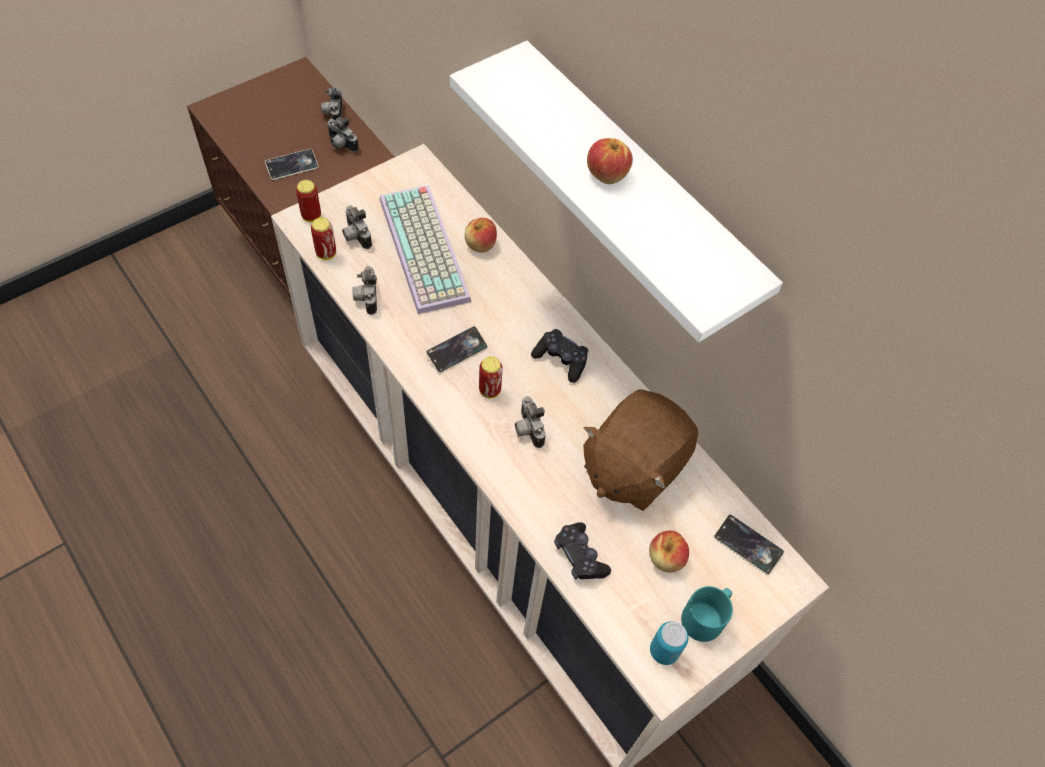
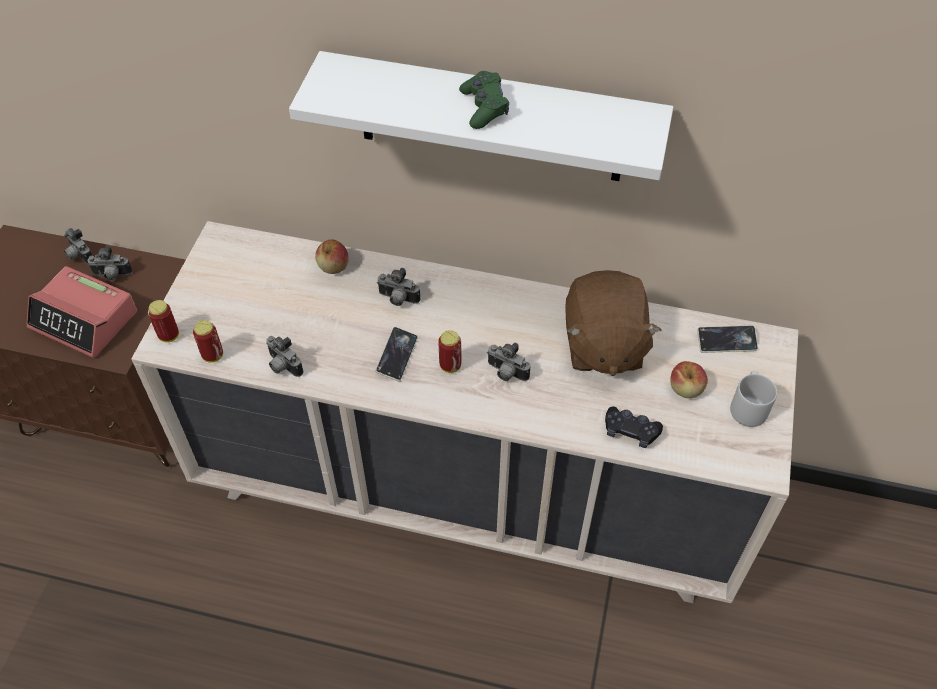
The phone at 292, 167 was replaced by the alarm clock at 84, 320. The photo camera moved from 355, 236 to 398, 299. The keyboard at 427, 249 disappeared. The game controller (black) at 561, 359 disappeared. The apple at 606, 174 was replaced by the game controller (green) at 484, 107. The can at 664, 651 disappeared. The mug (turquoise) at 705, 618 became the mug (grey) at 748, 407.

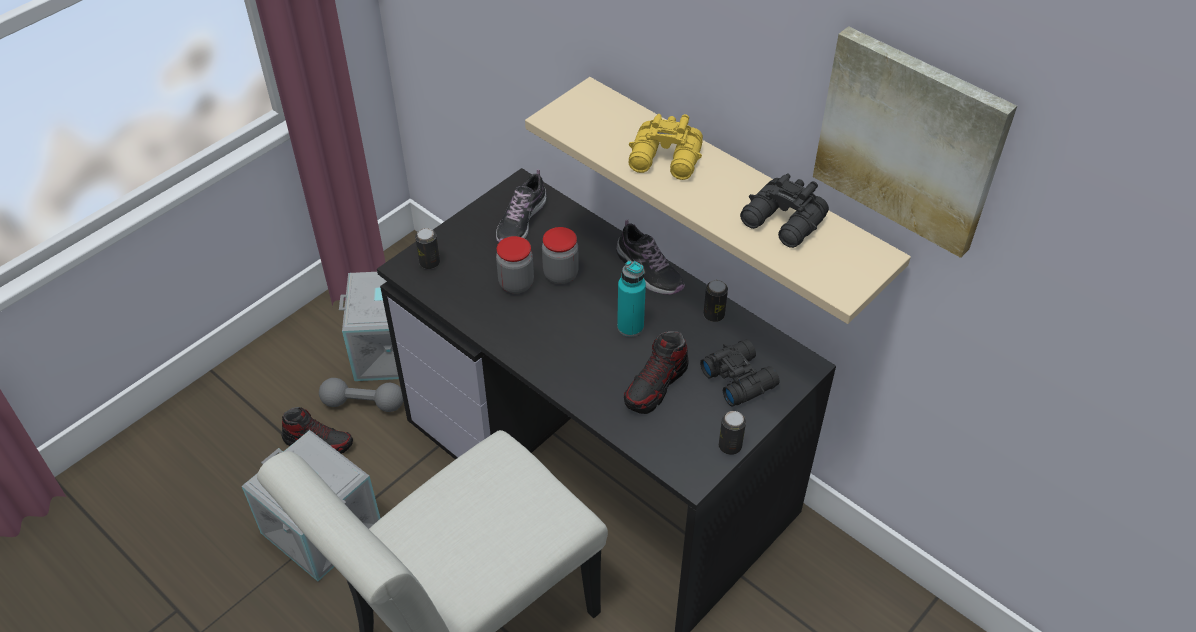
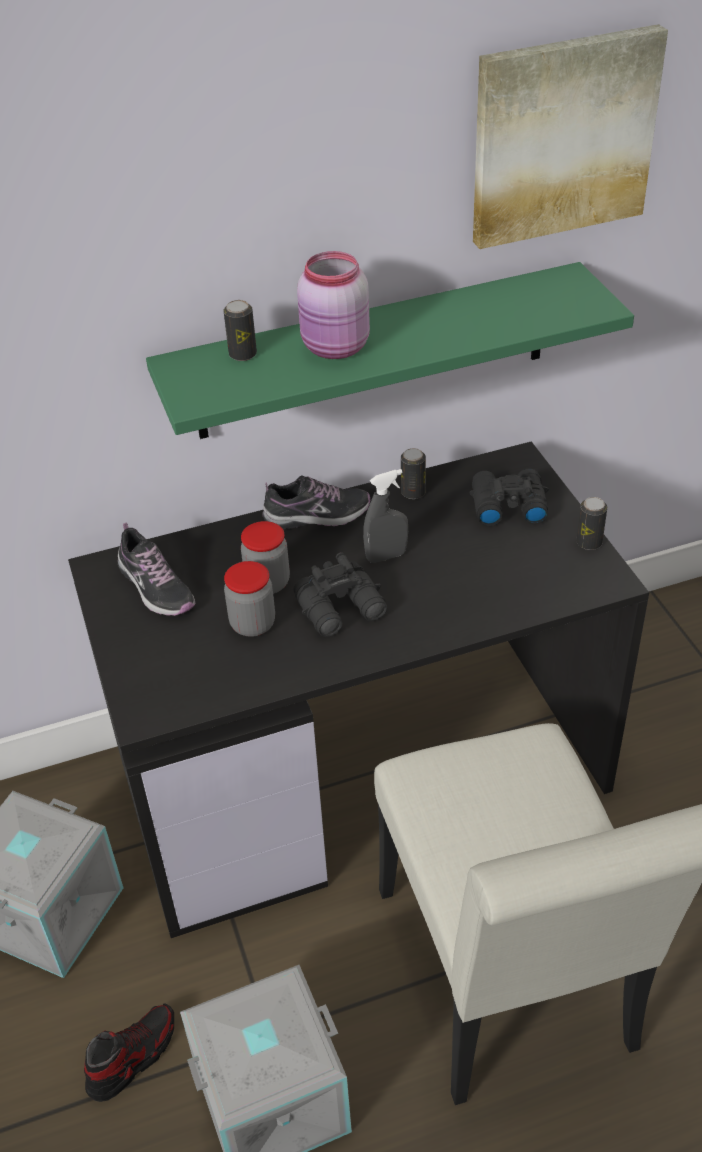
The dumbbell (grey) at 363, 403 disappeared. The can moved from 429, 263 to 243, 354. The shelf (beige) at 734, 193 became the shelf (green) at 373, 352. The bottle (turquoise) at 630, 327 was replaced by the spray bottle (grey) at 386, 556. The shoe at 656, 385 disappeared. The binoculars (yellow) at 666, 160 was replaced by the jar (pink) at 336, 348. The binoculars (black) moved from 783, 223 to 343, 609.

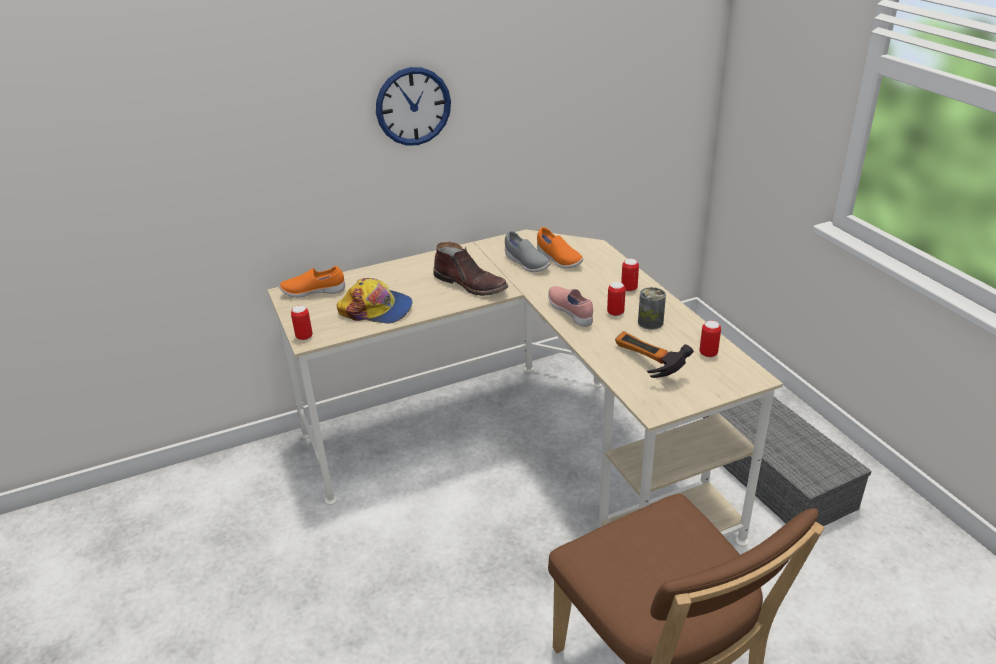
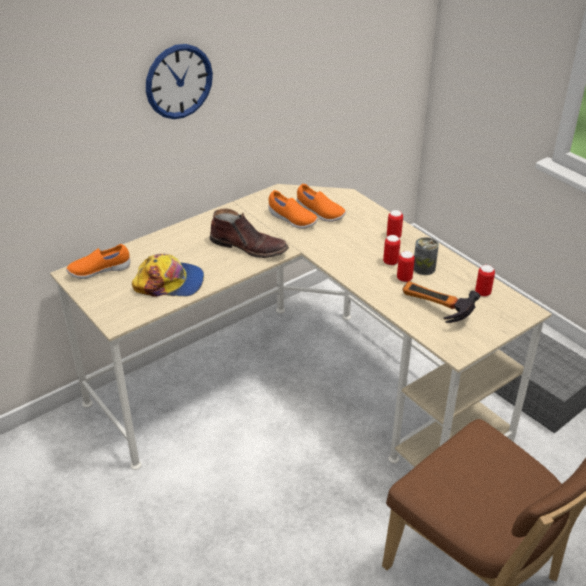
The can moved from 304, 337 to 404, 279. The shoe (grey) at 526, 263 became the shoe (orange) at 292, 220. The shoe (pink) at 571, 312 disappeared.

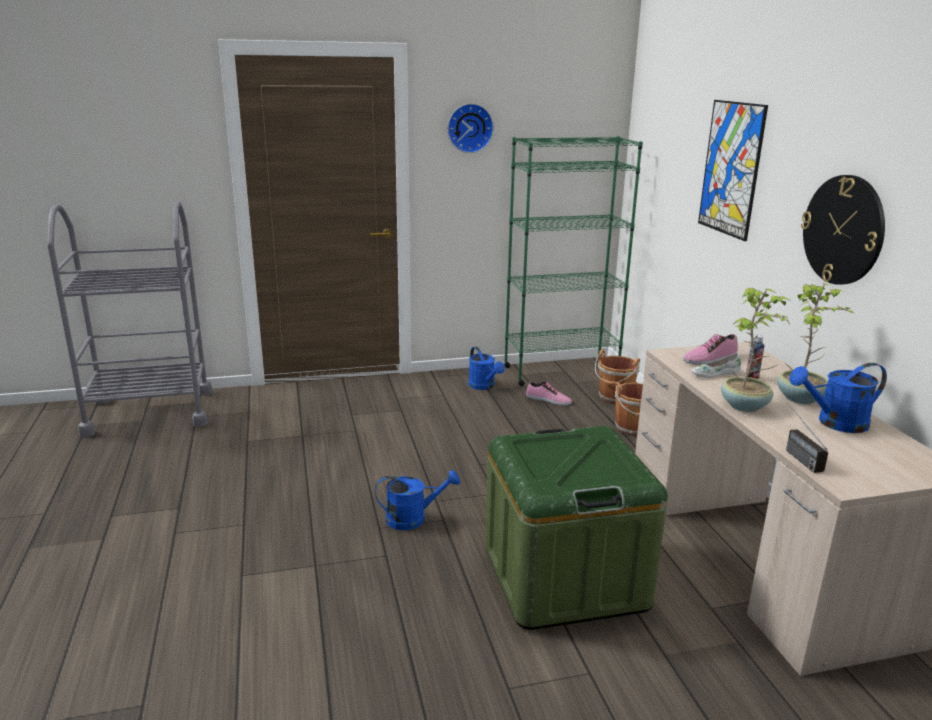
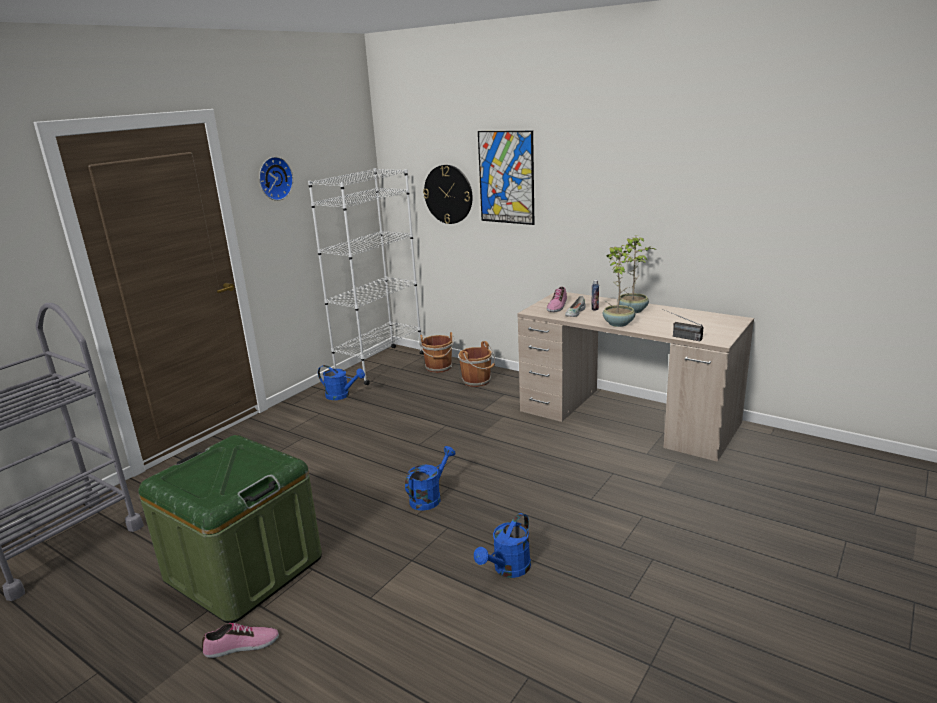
The storage box (green) moved from 564, 577 to 244, 569. The bookcase (green) at 561, 372 became the bookcase (white) at 380, 365. The shoe moved from 548, 400 to 242, 646. The watering can (blue) moved from 834, 423 to 508, 569. The wall clock moved from 843, 230 to 448, 194.

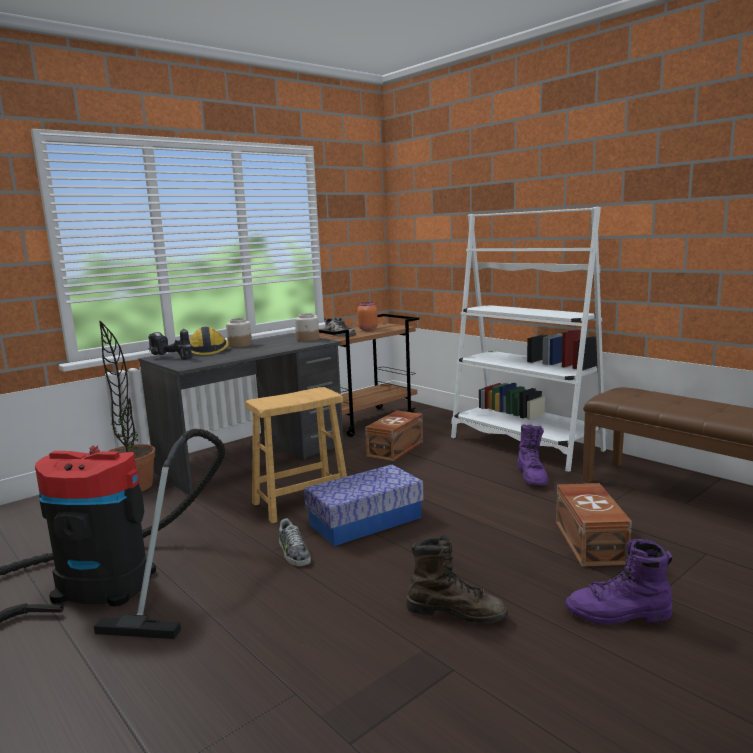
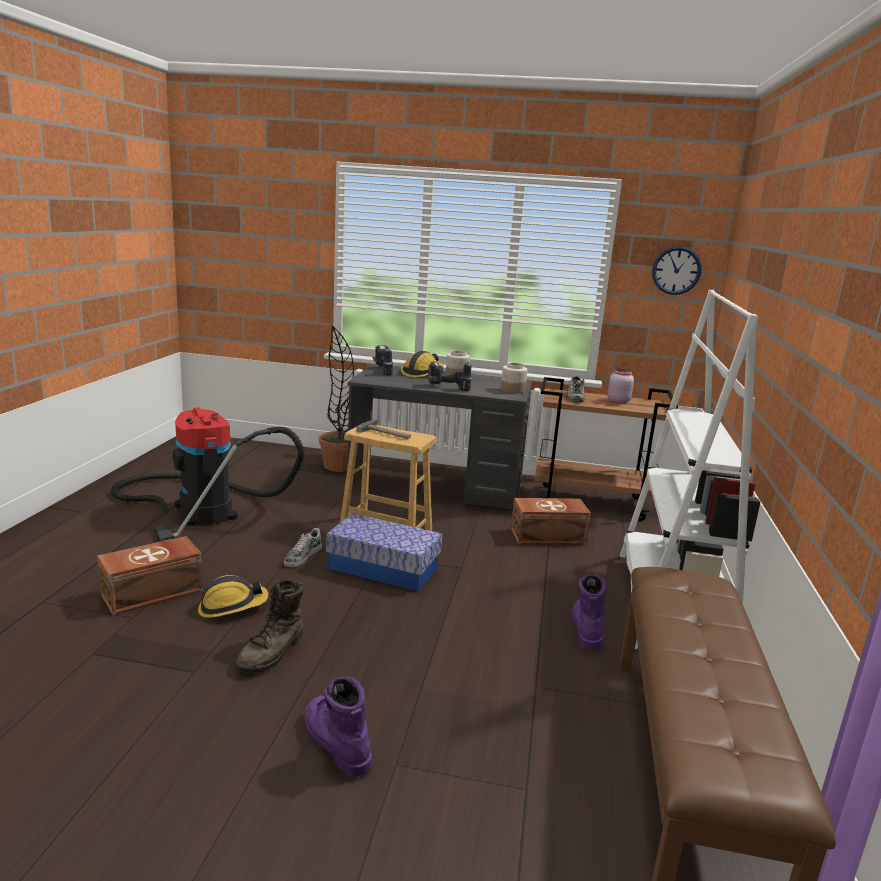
The jar (orange) at 367, 329 became the jar (pink) at 617, 401. The boot (brown) at 456, 612 turned 45 degrees clockwise. The boot (purple) at 532, 476 turned 135 degrees clockwise. The storage box (brown) moved from 591, 541 to 154, 593. The hard hat at 232, 606 appeared. The hammer at 387, 433 appeared. The power drill at 447, 388 appeared. The wall clock at 676, 270 appeared.

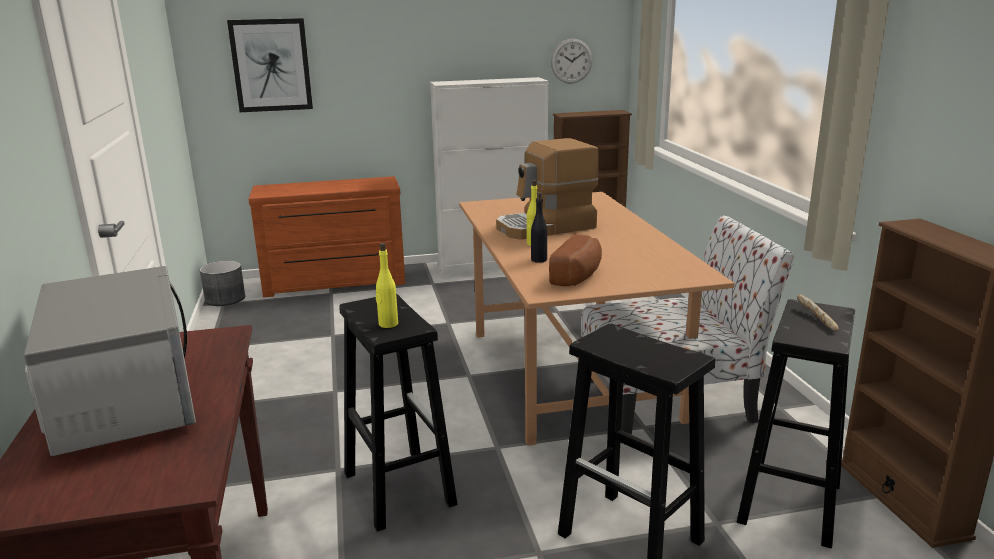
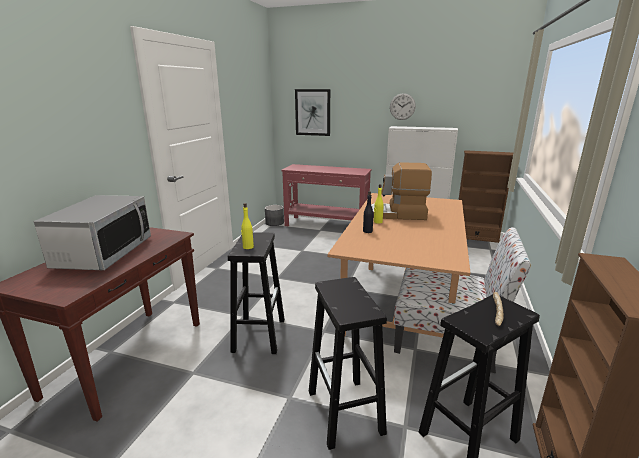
The dresser (brown) at 335, 283 was replaced by the console table (red) at 326, 225. The bread at 579, 276 disappeared. The wall clock moved from 571, 61 to 402, 106.

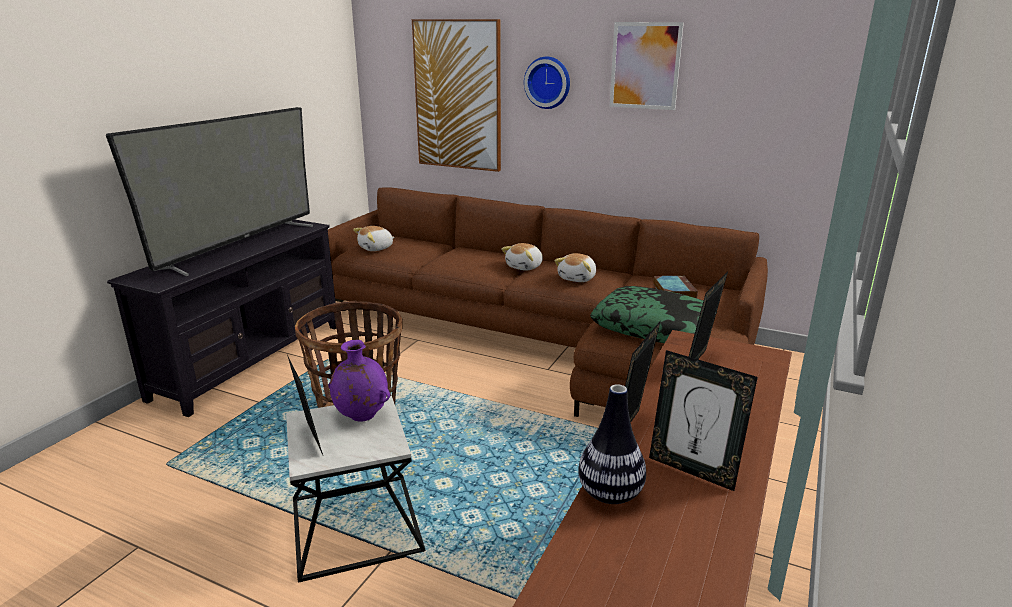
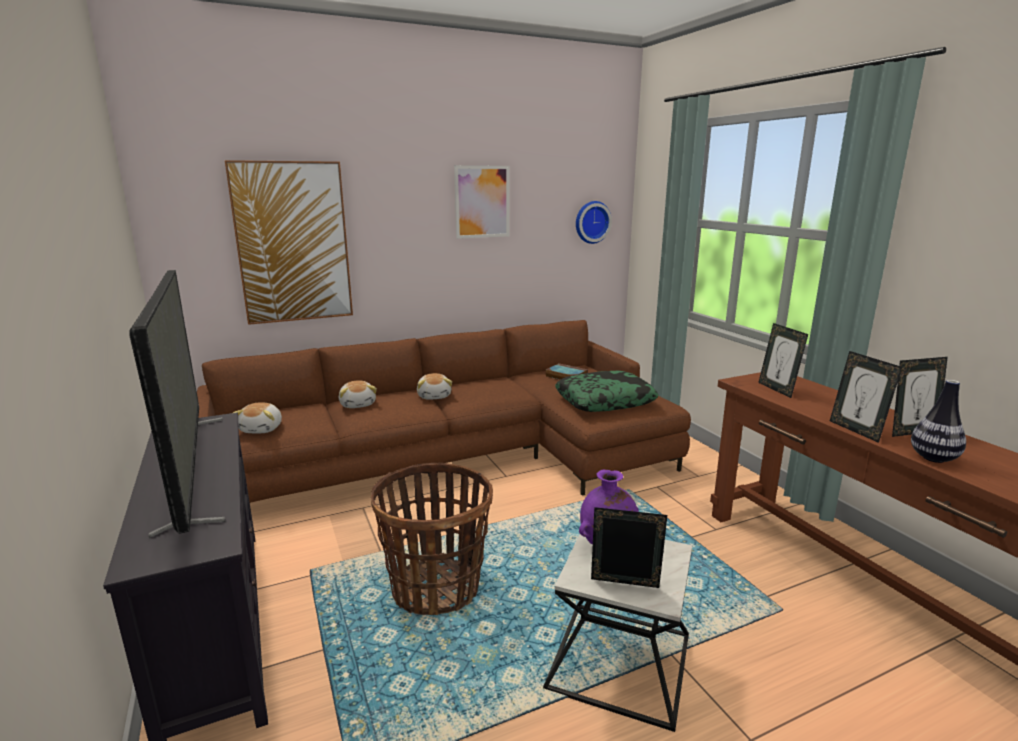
The wall clock moved from 548, 82 to 591, 222. The plush toy moved from 578, 278 to 358, 404.

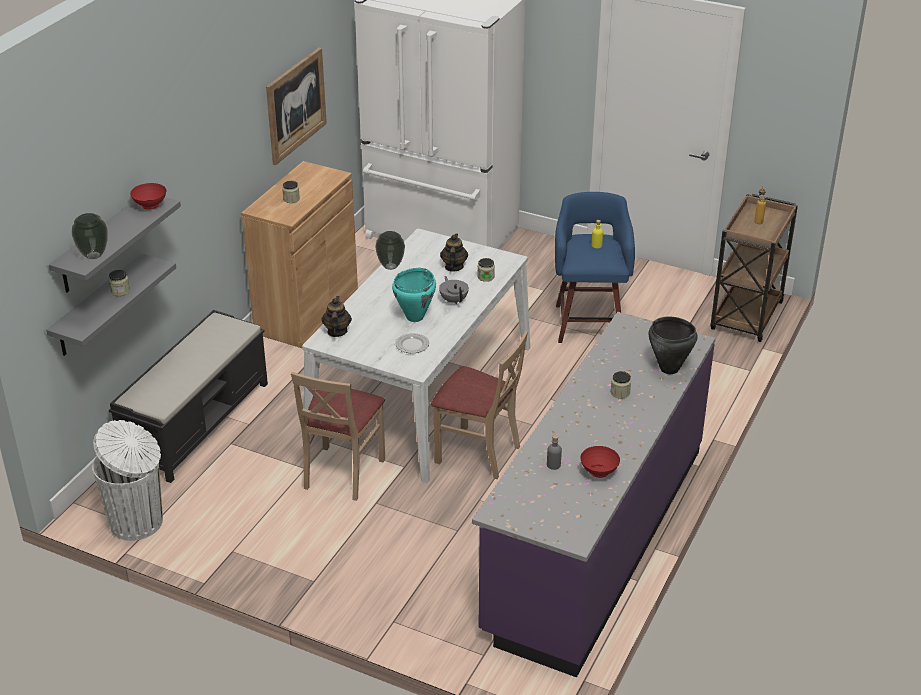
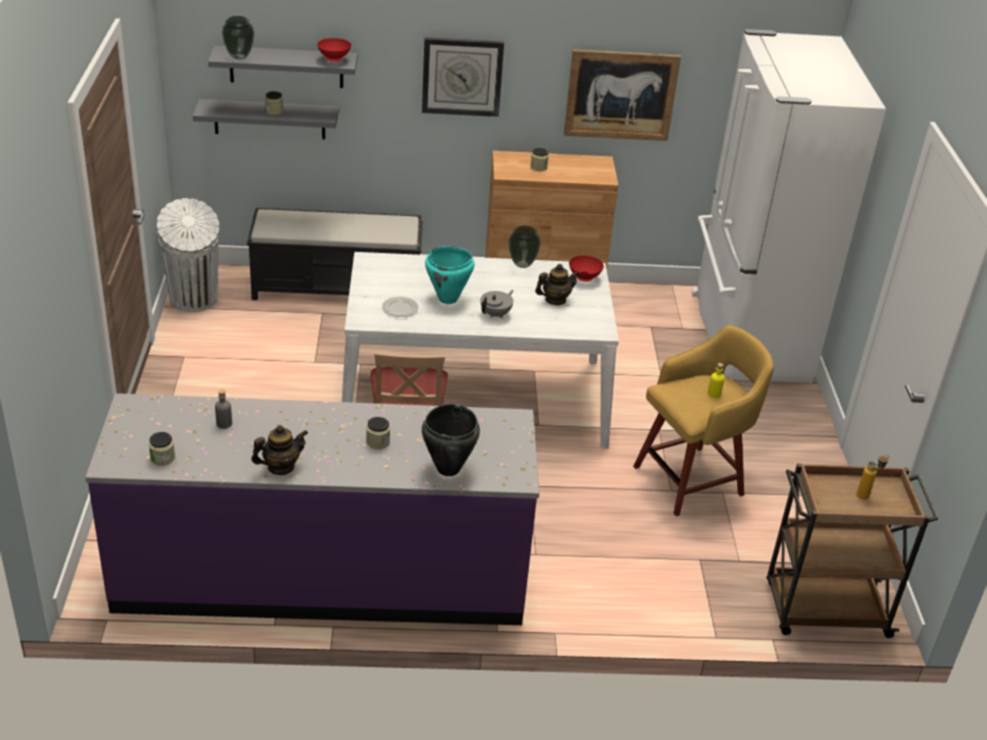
The chair (beige) at 342, 472 disappeared. The teapot moved from 337, 331 to 280, 467. The jar moved from 486, 277 to 162, 458. The stool (blue) at 589, 322 became the stool (yellow) at 692, 480. The bowl (red) moved from 599, 473 to 584, 279. The wall clock at 462, 76 appeared.

